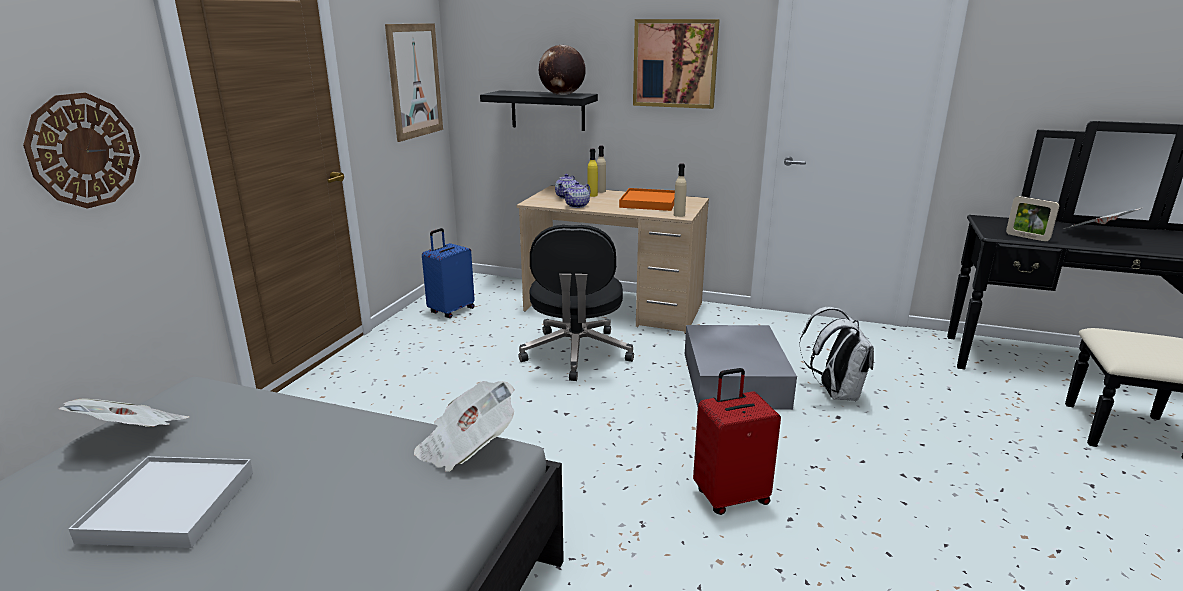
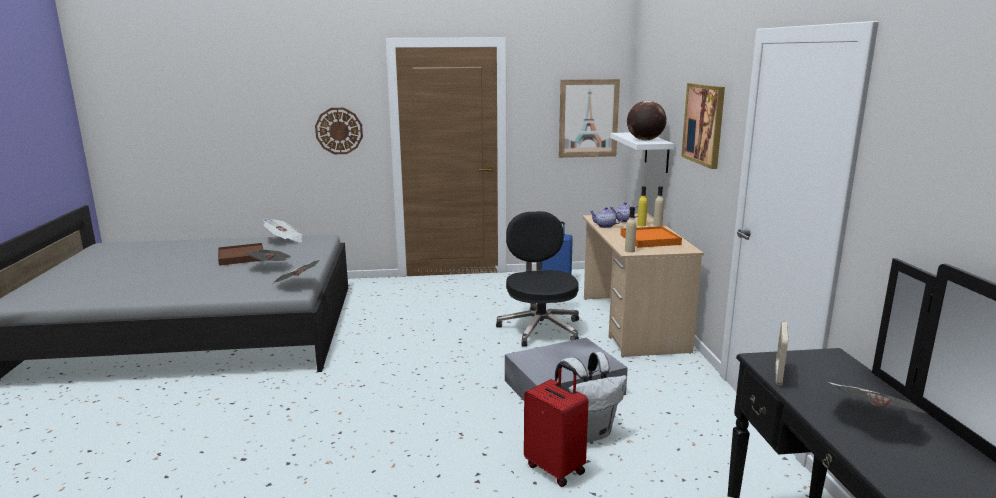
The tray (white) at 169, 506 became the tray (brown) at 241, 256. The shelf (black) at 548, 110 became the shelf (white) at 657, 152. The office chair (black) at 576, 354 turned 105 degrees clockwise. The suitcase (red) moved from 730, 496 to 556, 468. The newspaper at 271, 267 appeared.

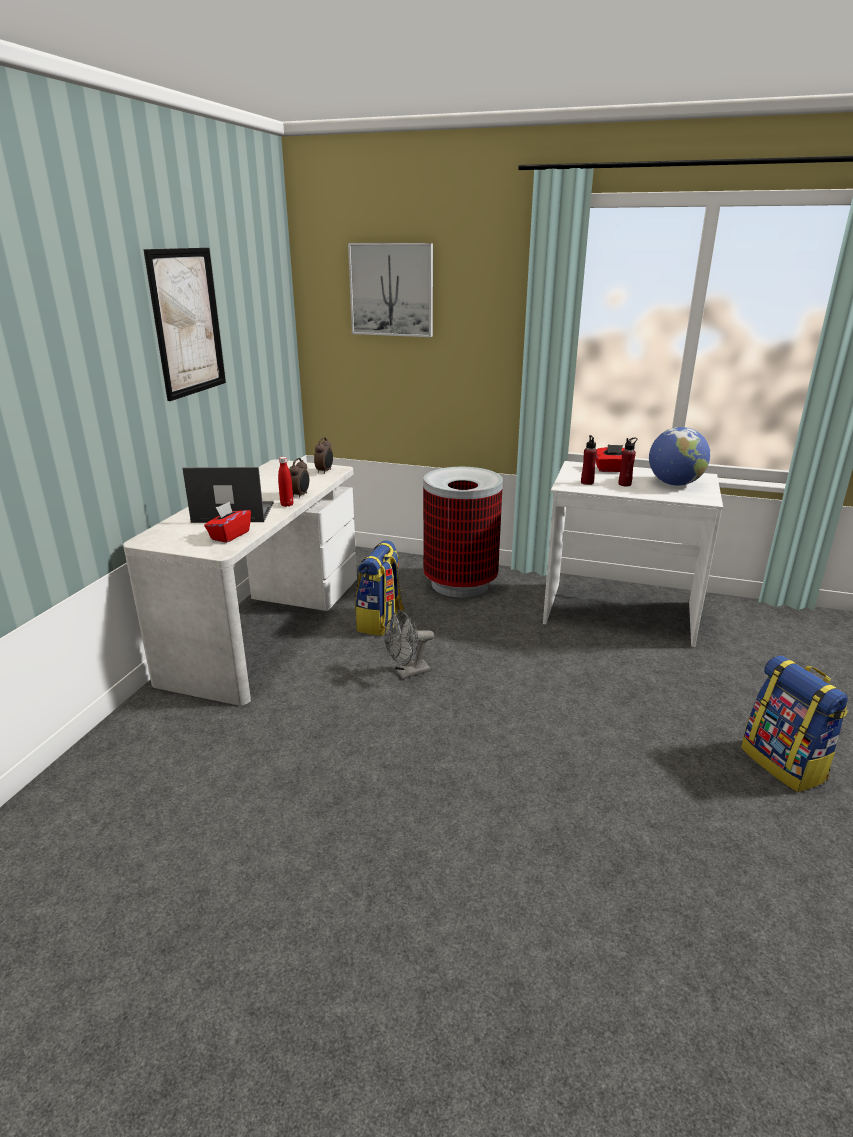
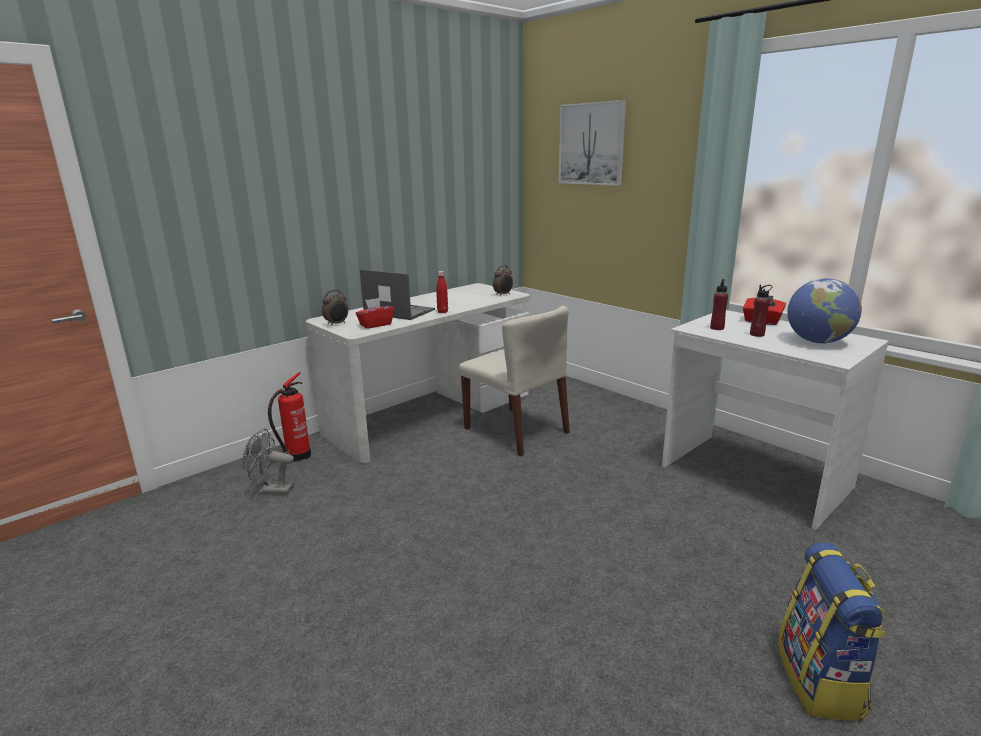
The picture at 187, 322 disappeared. The alarm clock moved from 300, 495 to 337, 324. The backpack at 381, 622 was replaced by the chair (beige) at 517, 431. The fan (grey) moved from 407, 673 to 271, 490. The trash can at 460, 583 disappeared. The fire extinguisher at 296, 456 appeared.

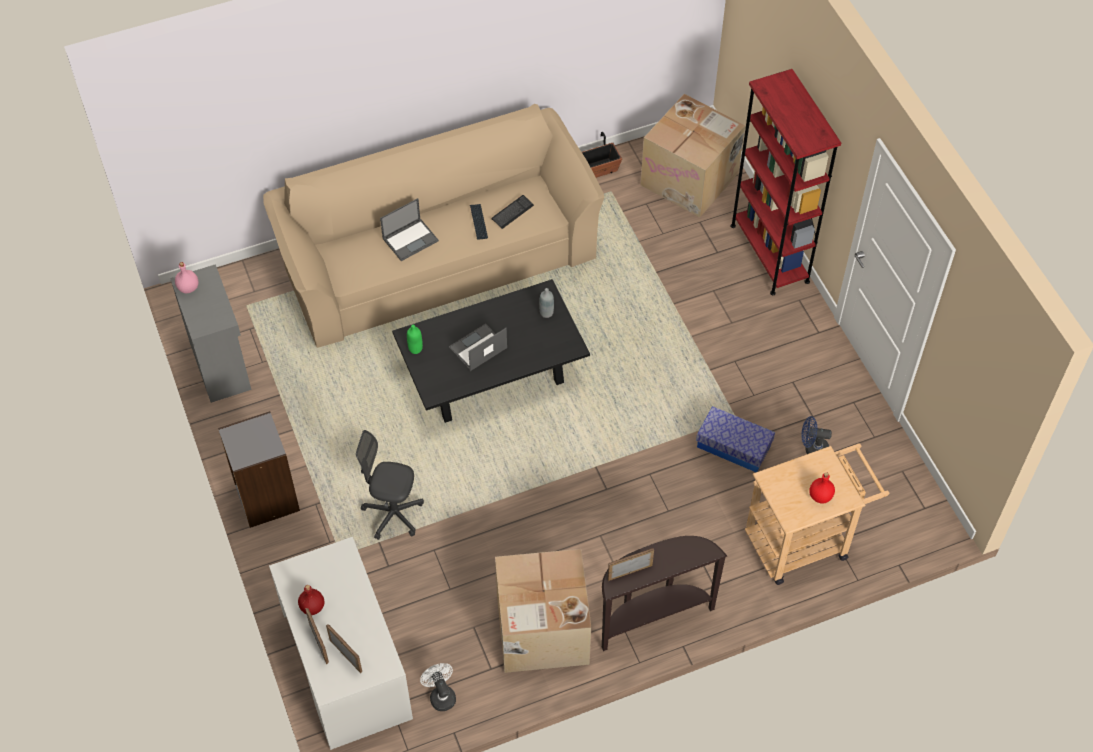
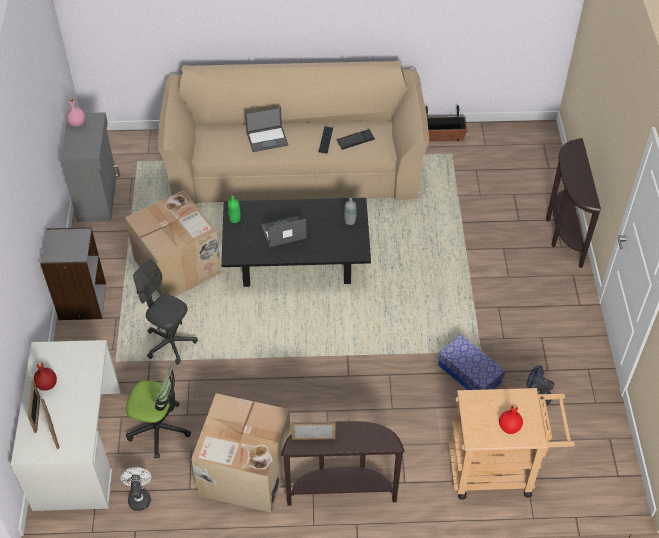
The cardboard box moved from 691, 179 to 179, 266. The bookcase (red) at 769, 253 was replaced by the console table (brown) at 562, 233. The office chair at 159, 429 appeared.

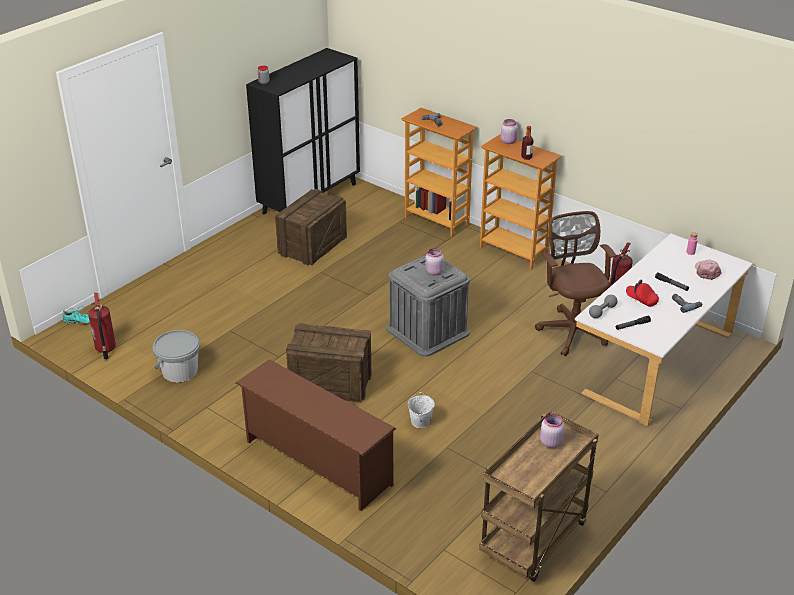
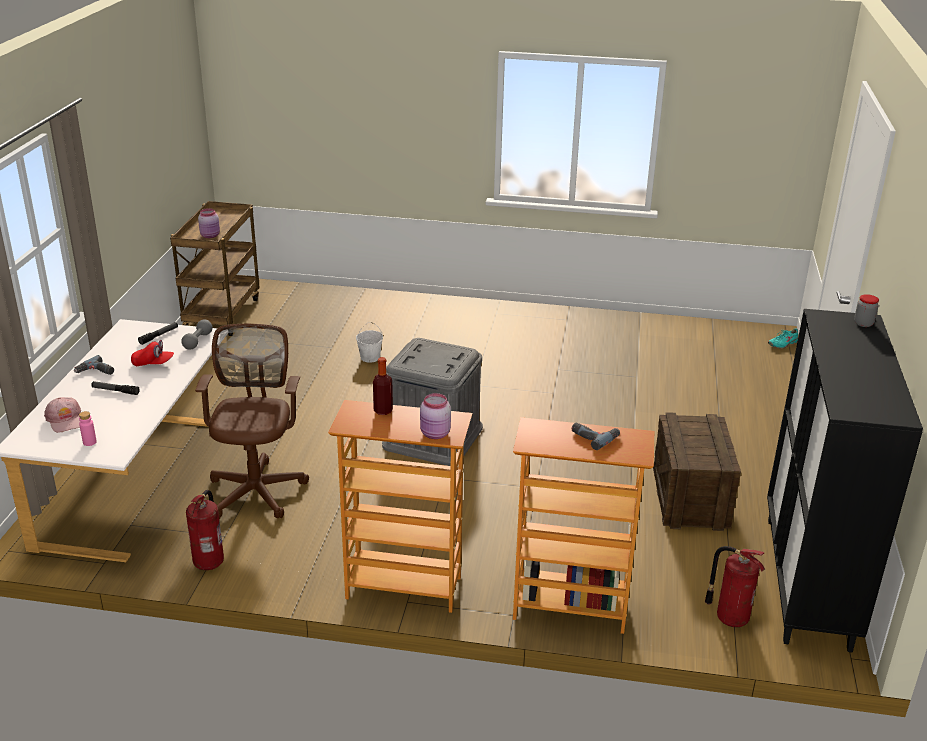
The fire extinguisher moved from 105, 349 to 730, 617. The bucket (grey) at 180, 371 disappeared. The shoe rack (brown) at 316, 463 disappeared. The crate at 330, 383 disappeared. The jar (pink) at 433, 272 disappeared. The office chair (brown) at 572, 330 turned 135 degrees counterclockwise.

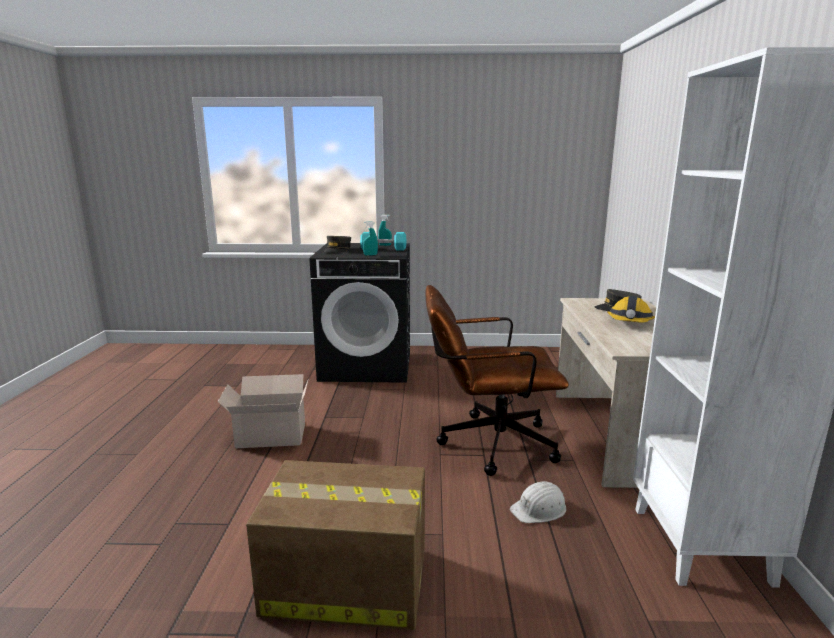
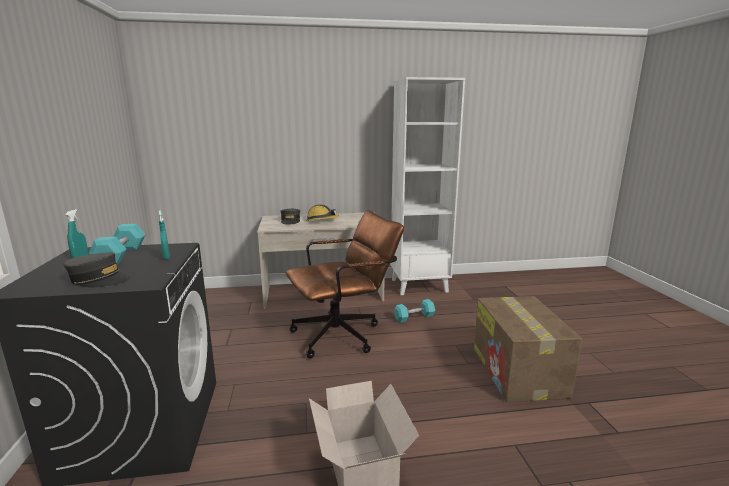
The office chair (brown) at 487, 443 turned 105 degrees counterclockwise. The hard hat (white) at 539, 509 was replaced by the dumbbell (turquoise) at 414, 317.

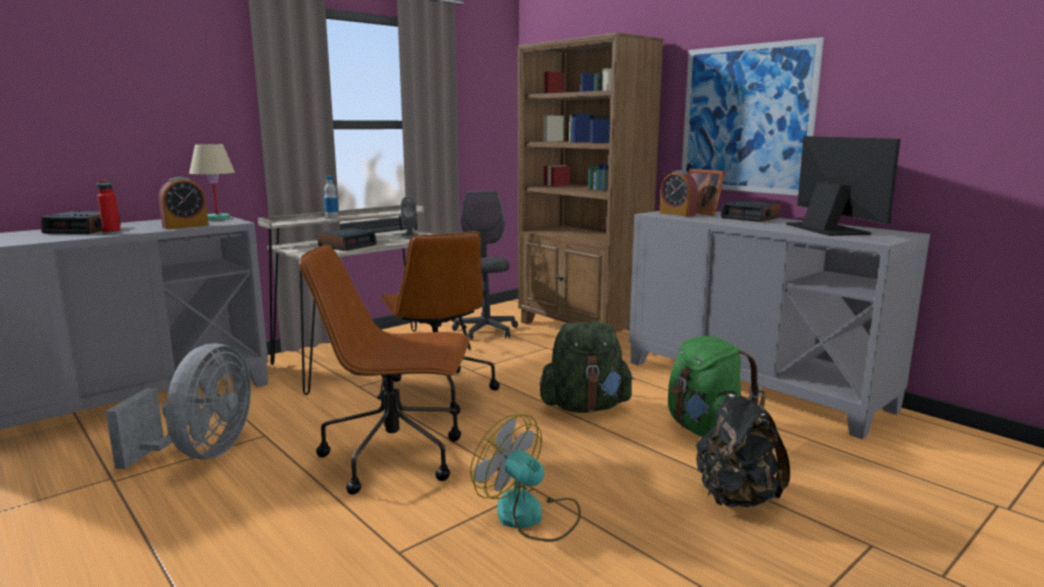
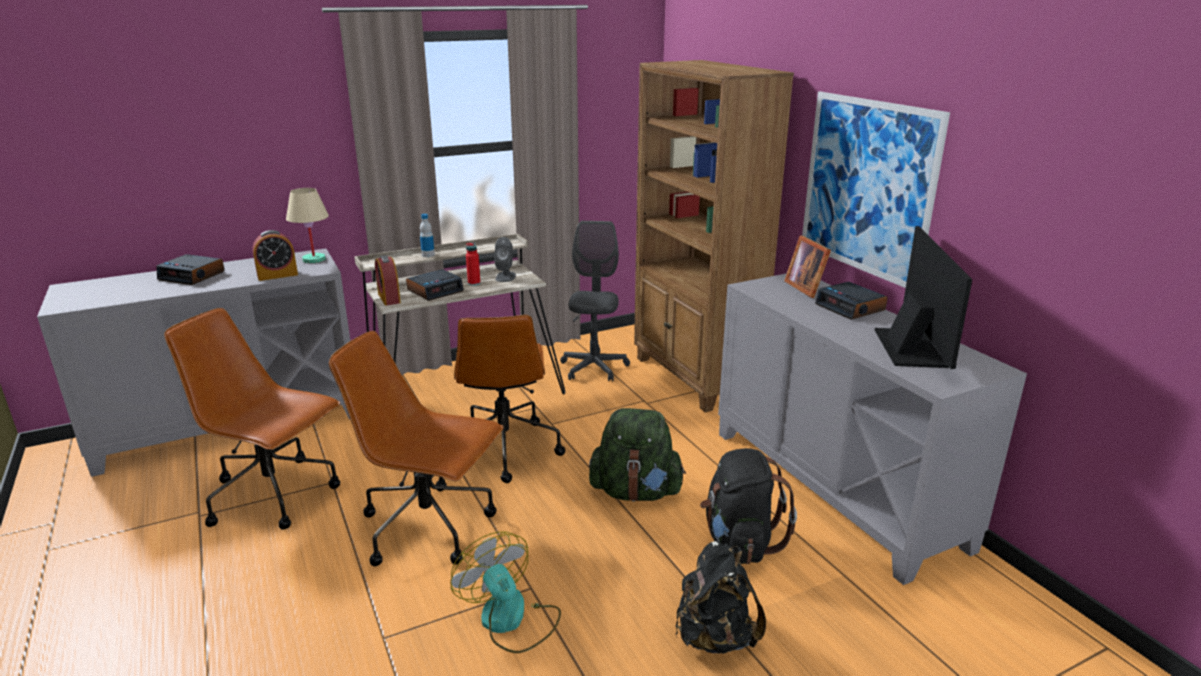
The bottle (red) moved from 112, 232 to 474, 283. The fan (grey) at 201, 453 was replaced by the office chair (brown) at 275, 495. The alarm clock moved from 677, 214 to 389, 298. The backpack (green) at 704, 429 became the backpack (black) at 739, 542.

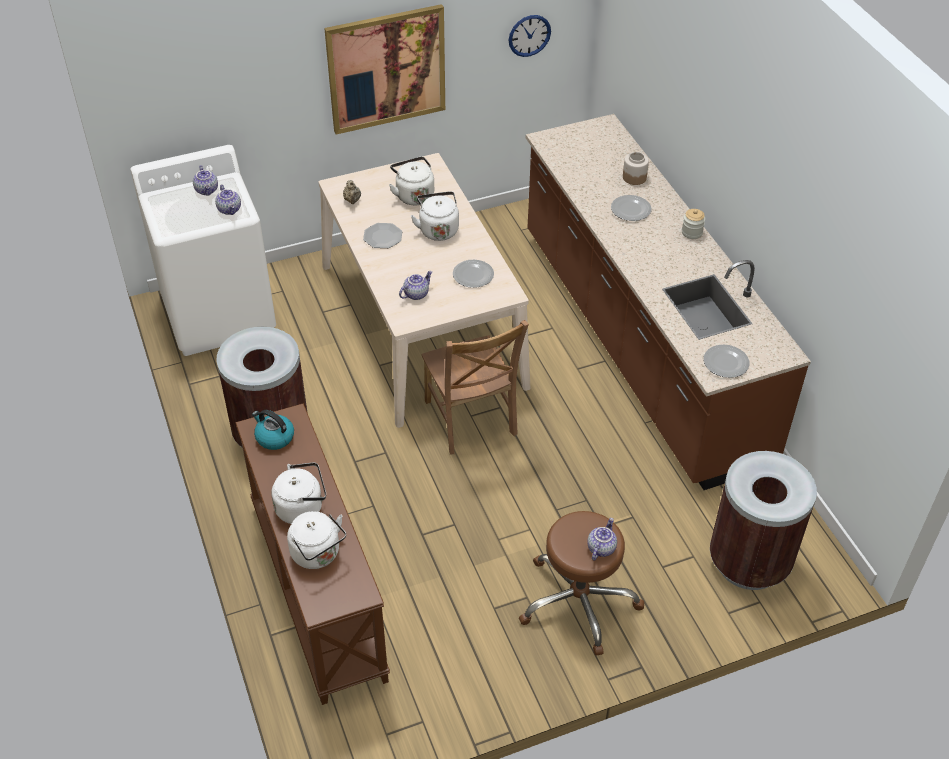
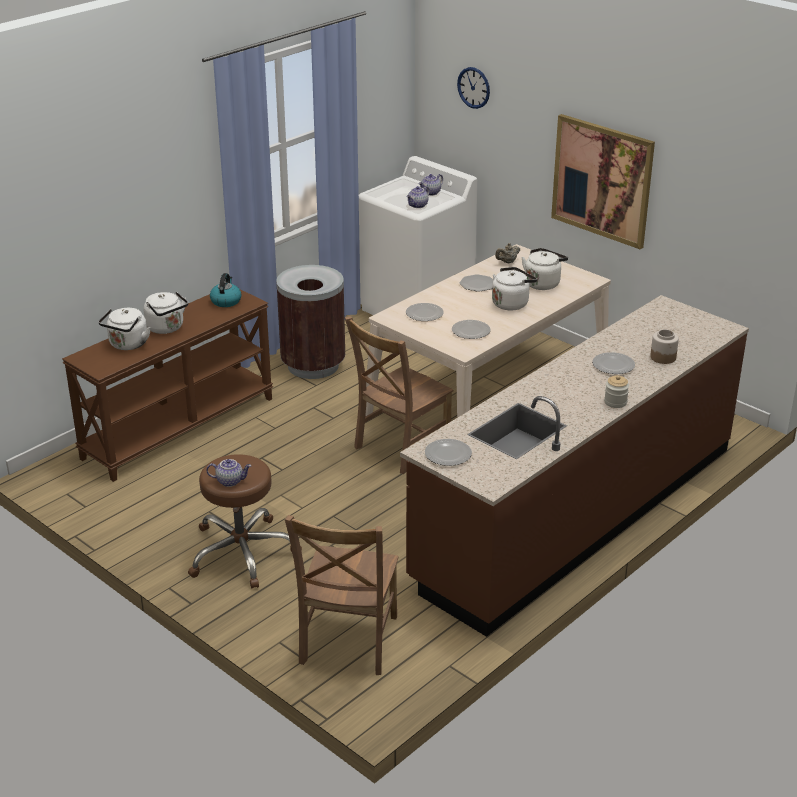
The teapot at 416, 294 was replaced by the plate at 424, 313. The wall clock moved from 529, 35 to 473, 87. The trash can (brown) at 749, 562 was replaced by the chair (brown) at 347, 643.

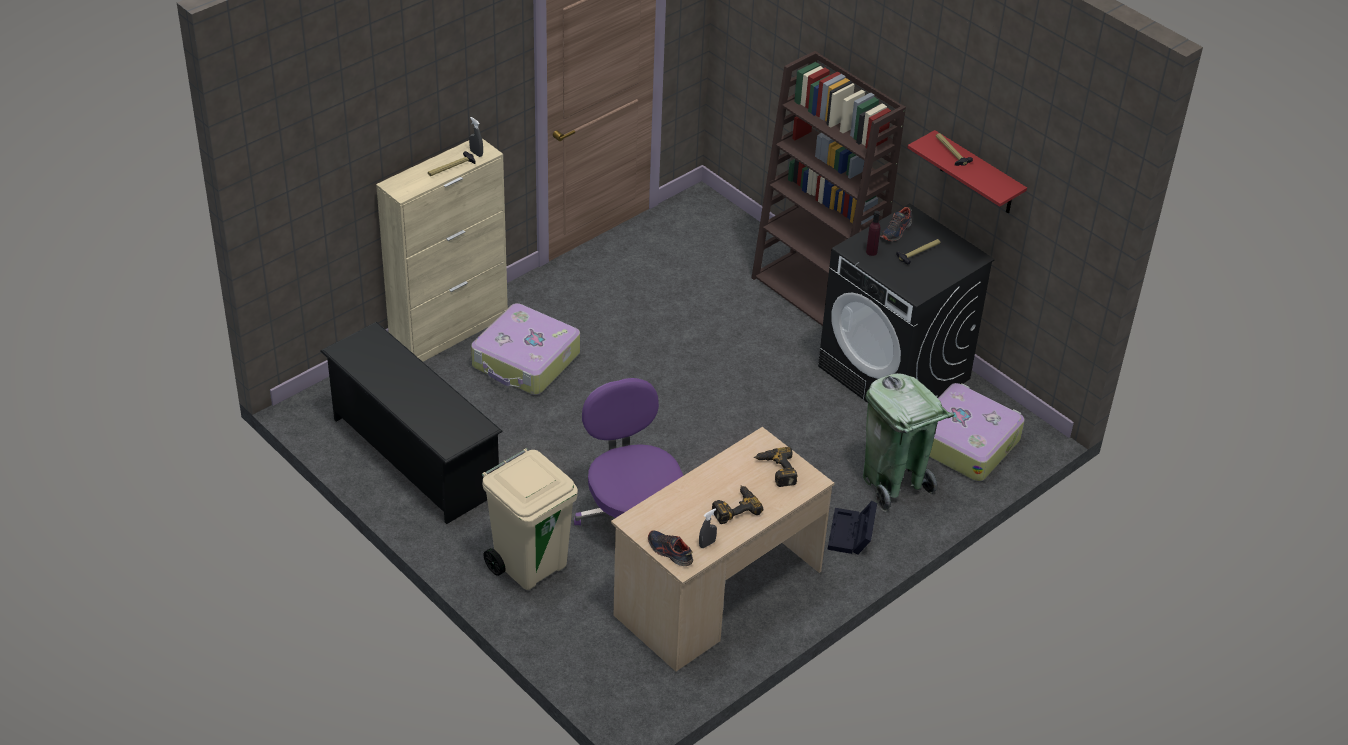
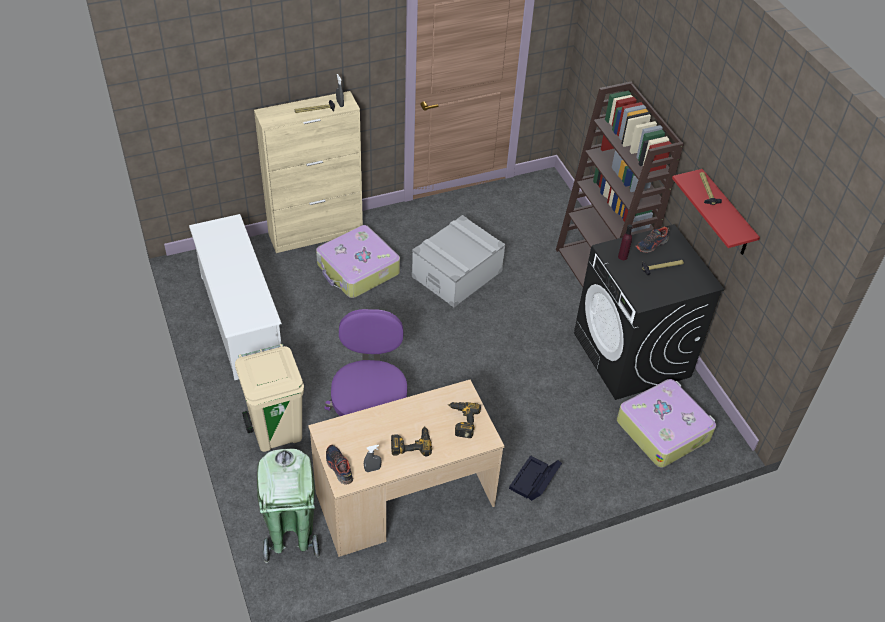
The shoe rack (black) at 414, 456 became the shoe rack (white) at 240, 320. The trash can (green) moved from 893, 483 to 291, 536. The storage box (grey) at 457, 274 appeared.

